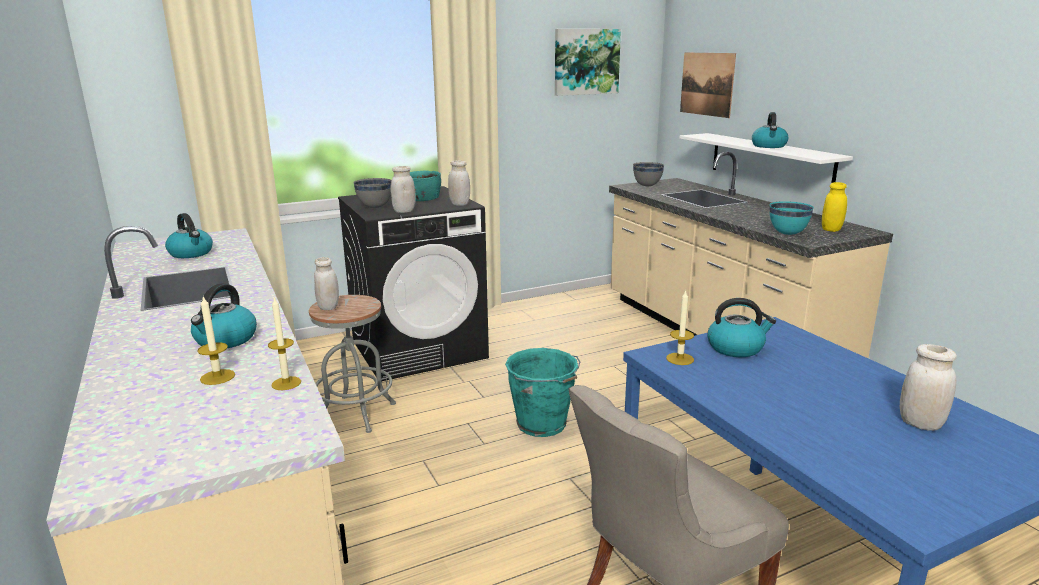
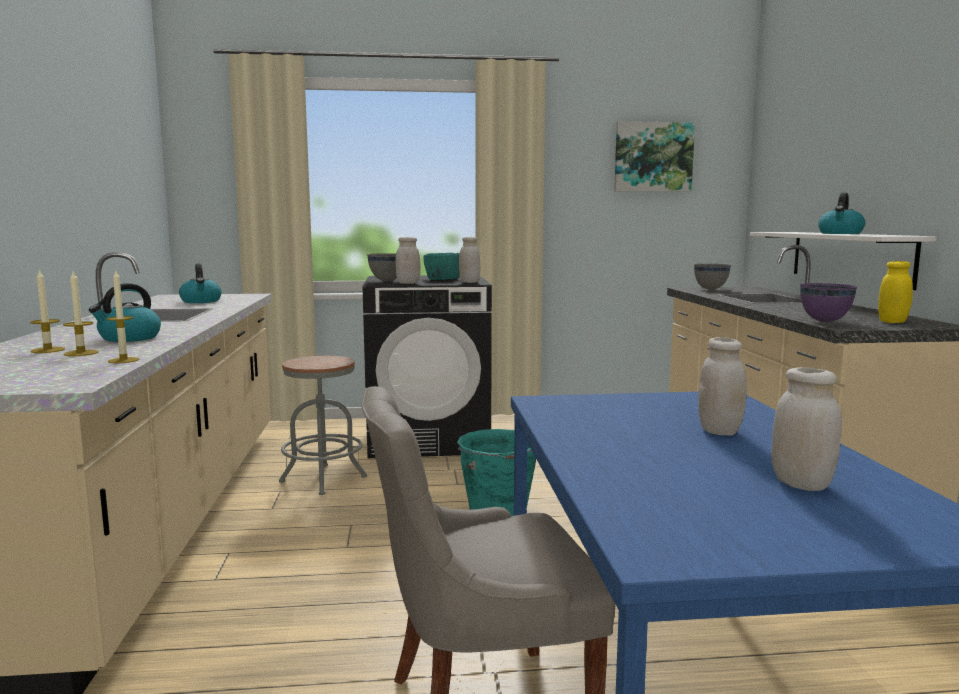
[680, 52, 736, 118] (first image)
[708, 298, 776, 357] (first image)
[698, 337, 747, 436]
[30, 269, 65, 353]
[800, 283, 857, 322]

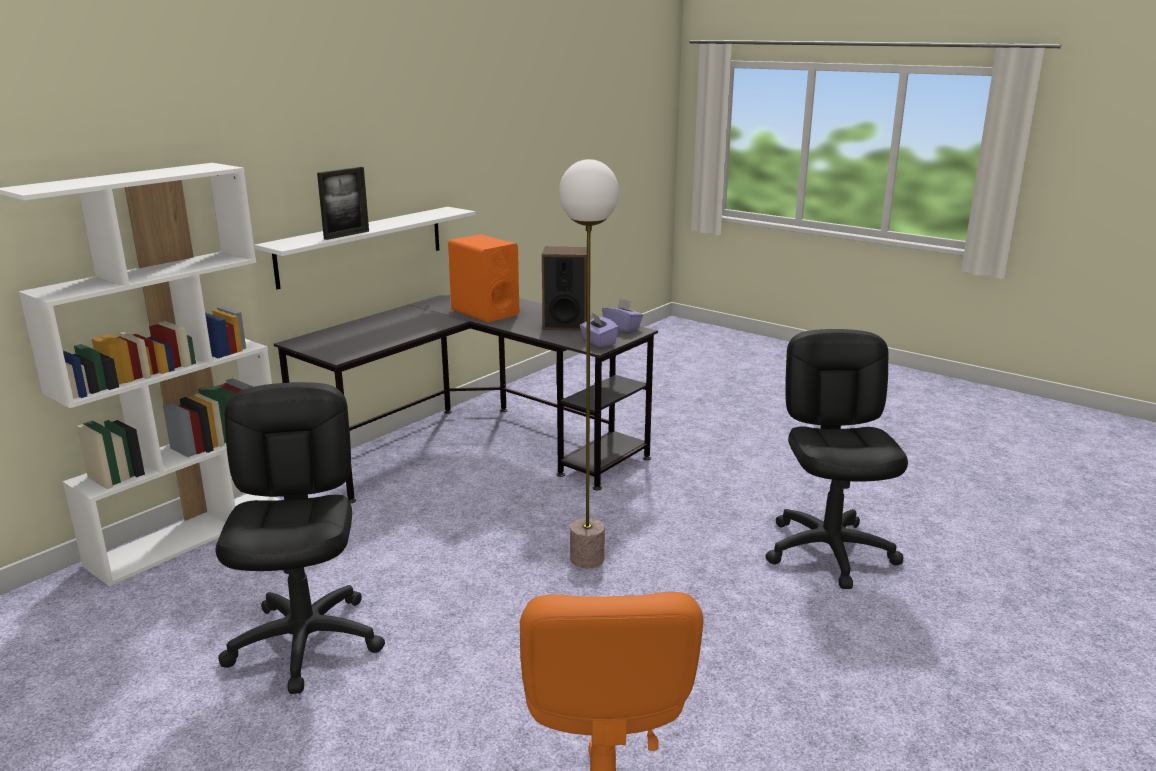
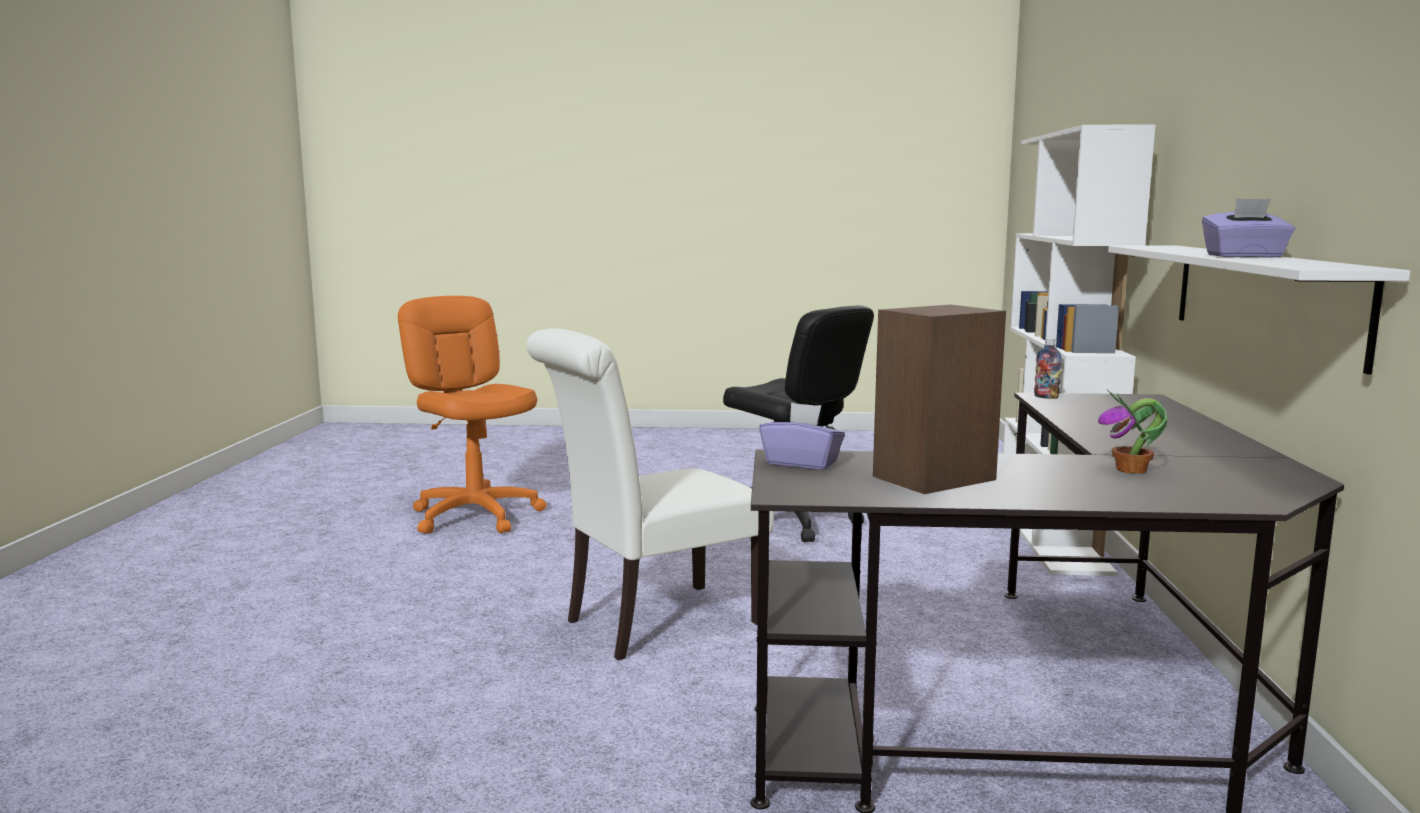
[317, 167, 369, 240] (first image)
[765, 329, 908, 589] (first image)
[1034, 338, 1062, 399]
[1202, 198, 1295, 258]
[1098, 389, 1167, 474]
[526, 328, 774, 660]

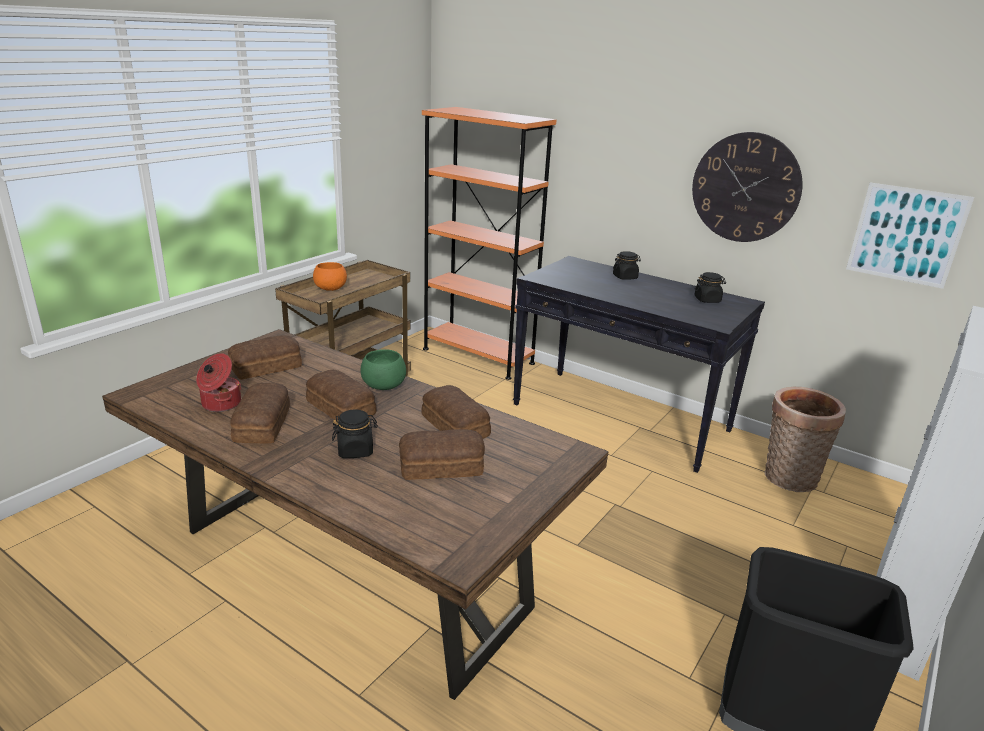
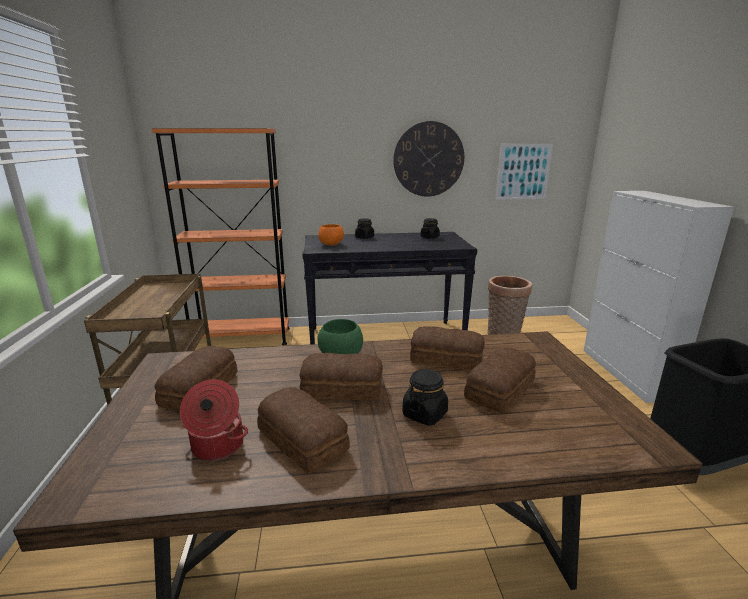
[318, 224, 344, 245]

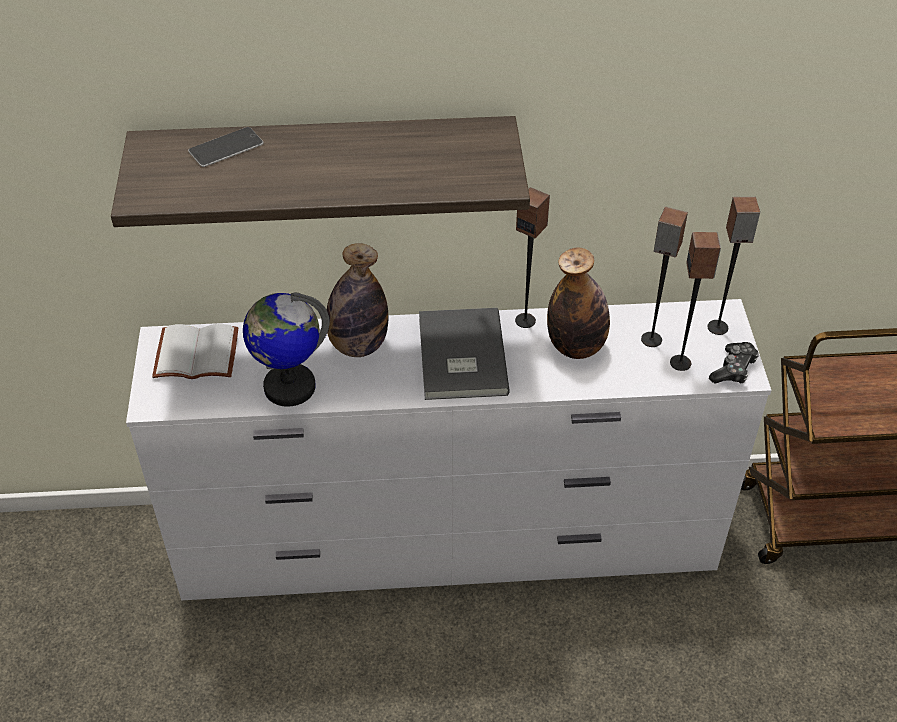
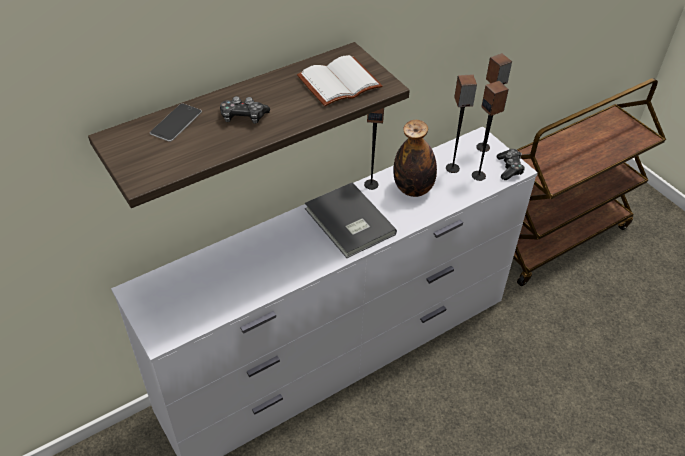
[243, 292, 330, 407] (first image)
[327, 243, 388, 357] (first image)
[220, 96, 270, 124]
[297, 55, 382, 106]

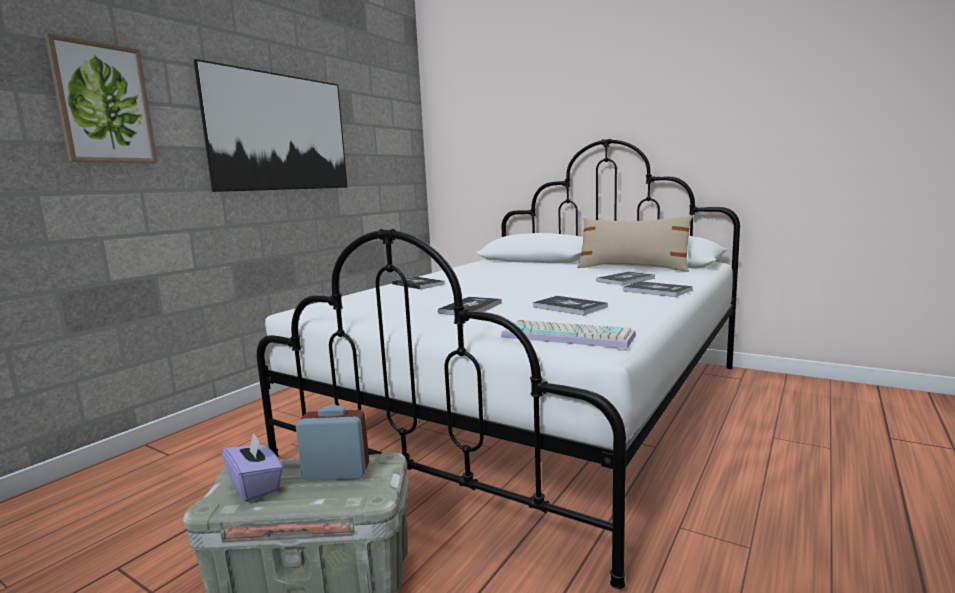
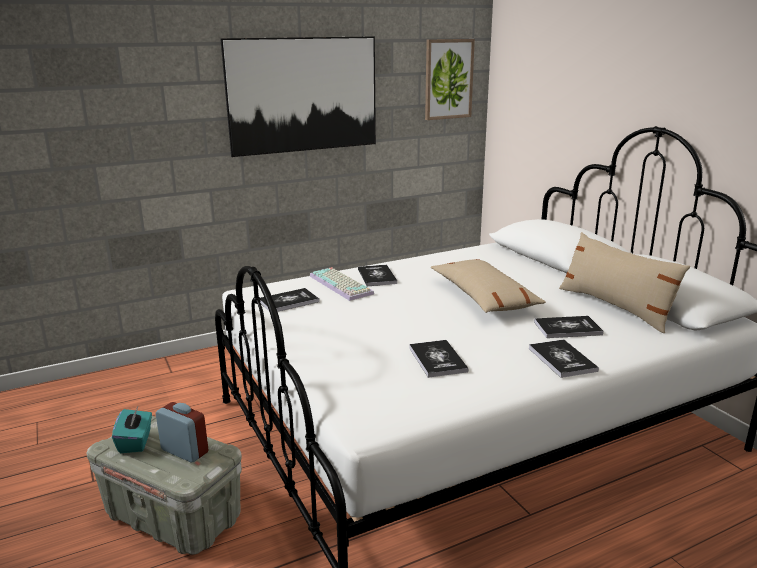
[431, 259, 546, 313]
[425, 39, 475, 120]
[260, 288, 319, 312]
[310, 267, 374, 301]
[112, 405, 152, 453]

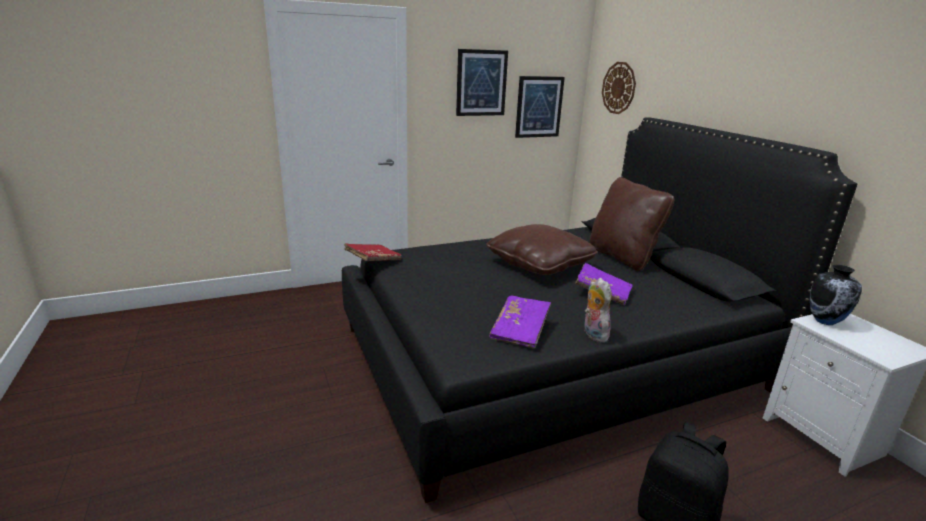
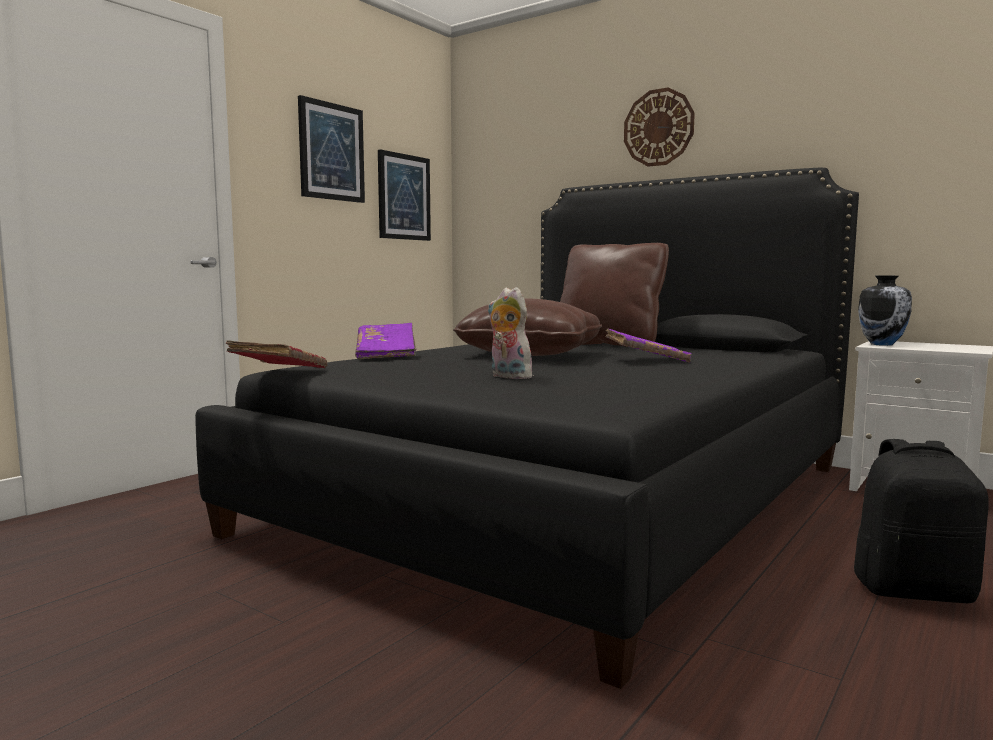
[355, 323, 417, 360]
[488, 287, 534, 379]
[624, 87, 695, 167]

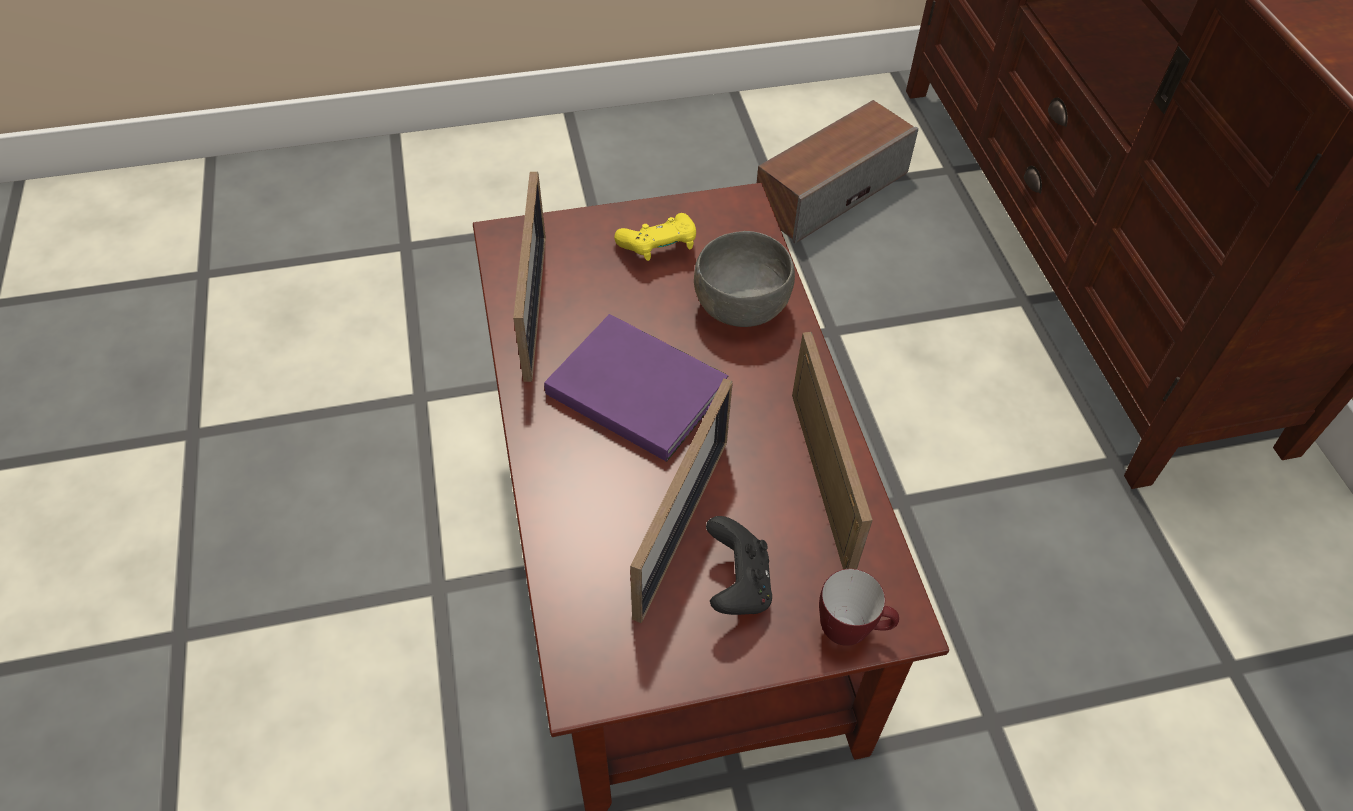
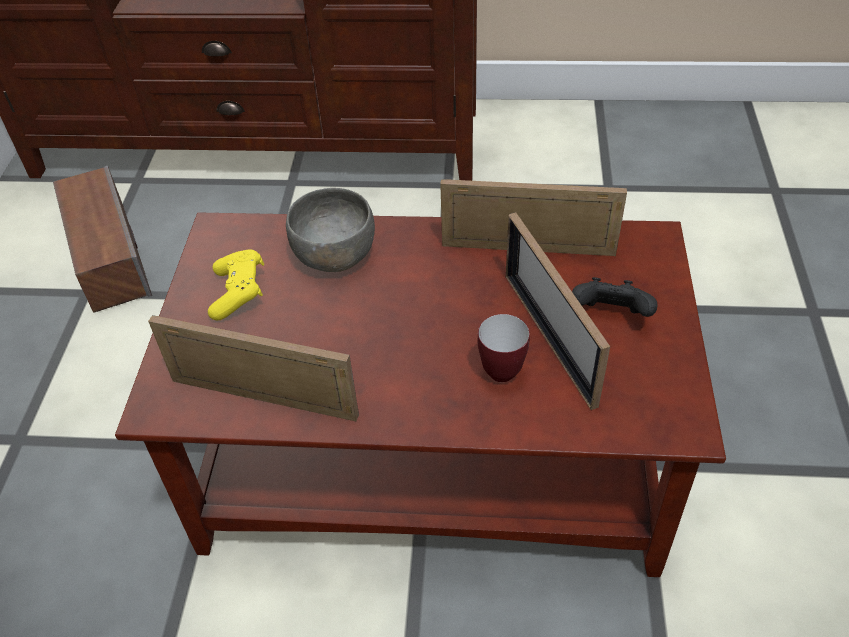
[544, 314, 728, 462] (first image)
[478, 314, 530, 382]
[506, 212, 610, 410]

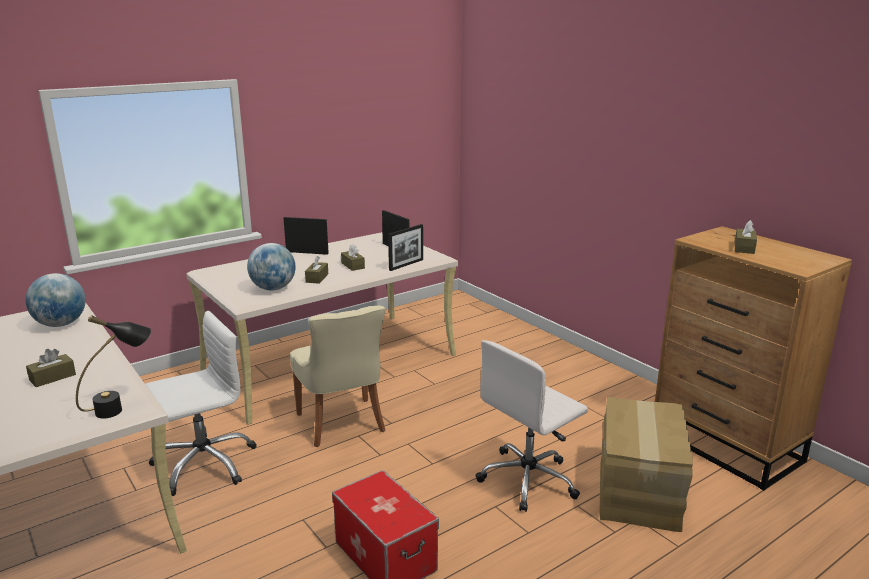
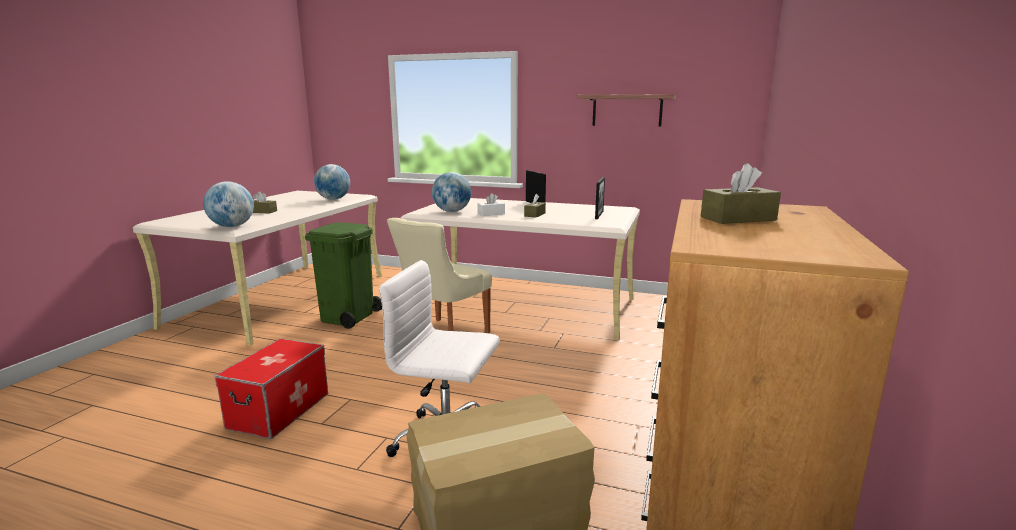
[388, 224, 423, 271] (first image)
[578, 94, 676, 127]
[203, 181, 254, 227]
[305, 222, 382, 329]
[477, 193, 505, 216]

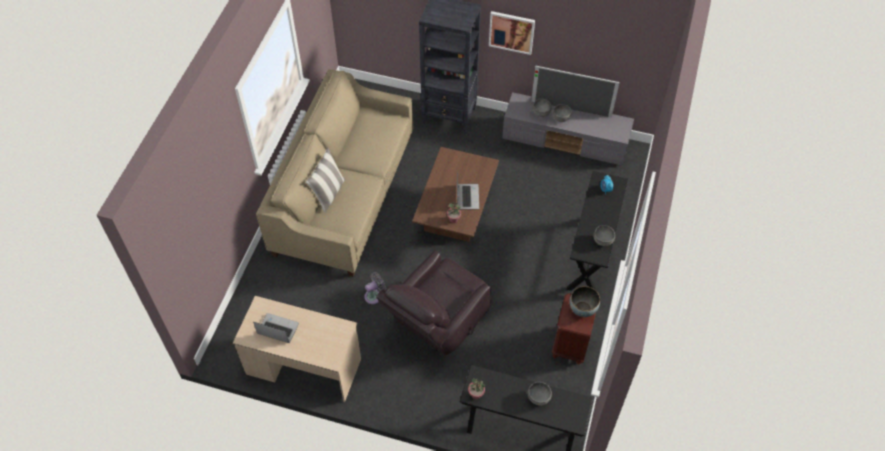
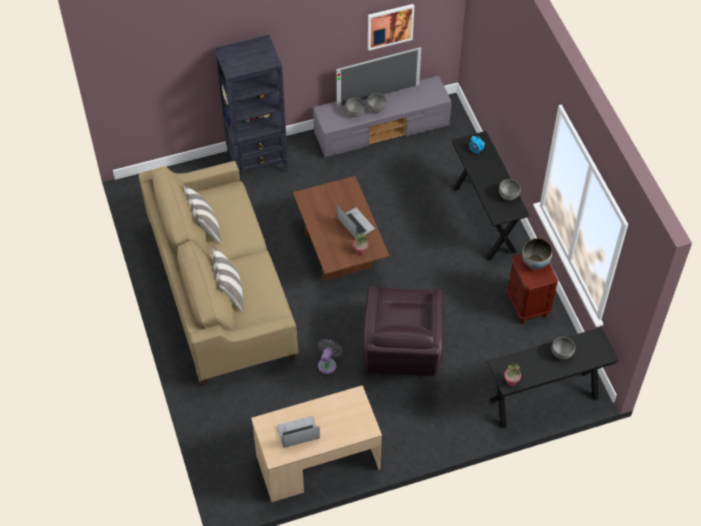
[183, 184, 221, 243]
[368, 4, 414, 51]

